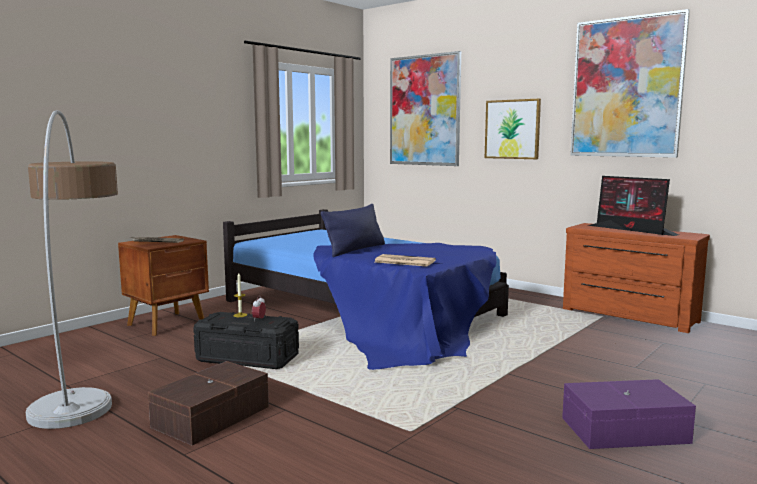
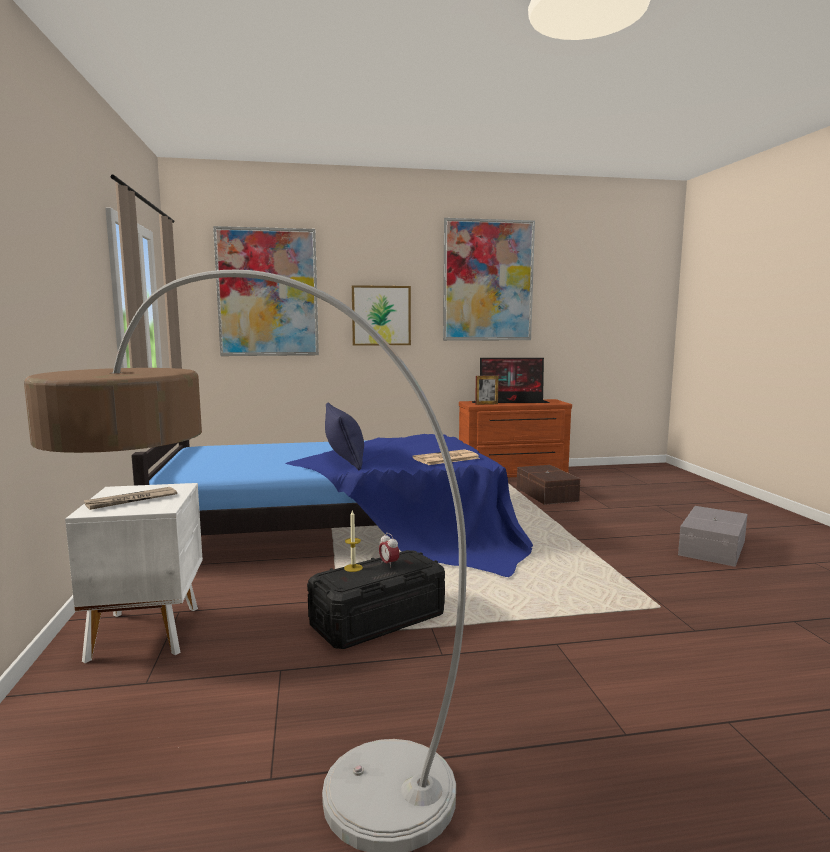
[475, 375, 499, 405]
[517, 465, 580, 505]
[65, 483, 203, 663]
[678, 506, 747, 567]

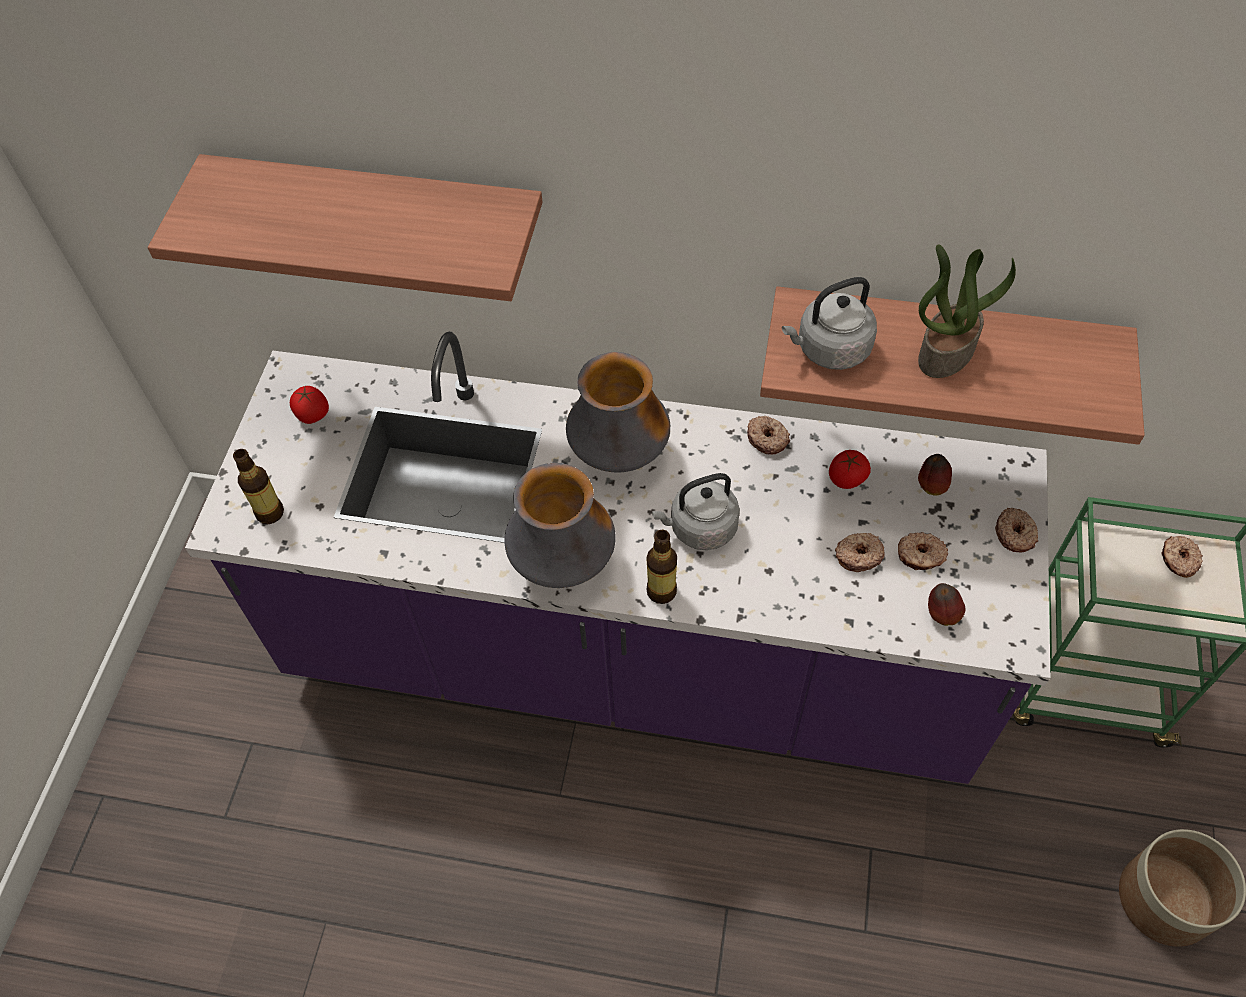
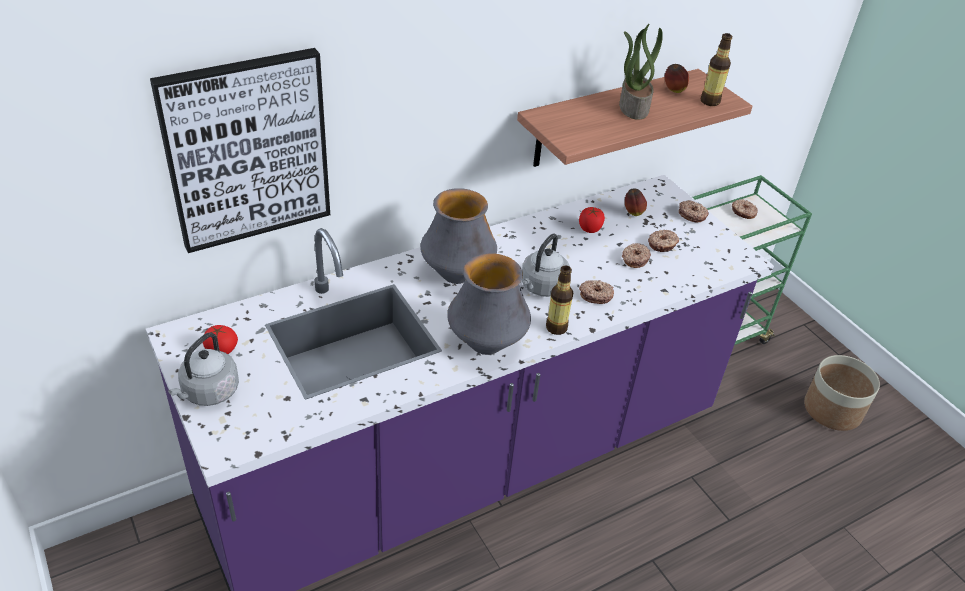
[701, 33, 732, 106]
[579, 280, 614, 304]
[168, 332, 239, 406]
[665, 64, 689, 93]
[150, 48, 330, 253]

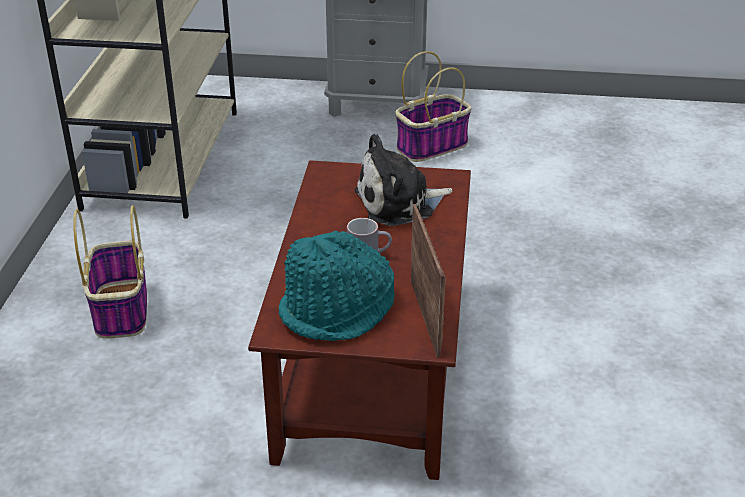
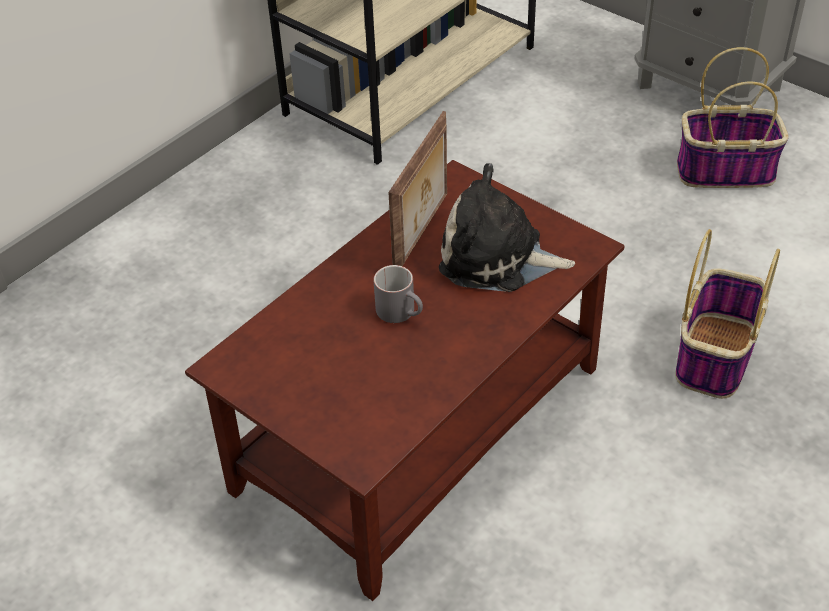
[279, 231, 395, 341] (first image)
[675, 229, 780, 399]
[388, 111, 447, 266]

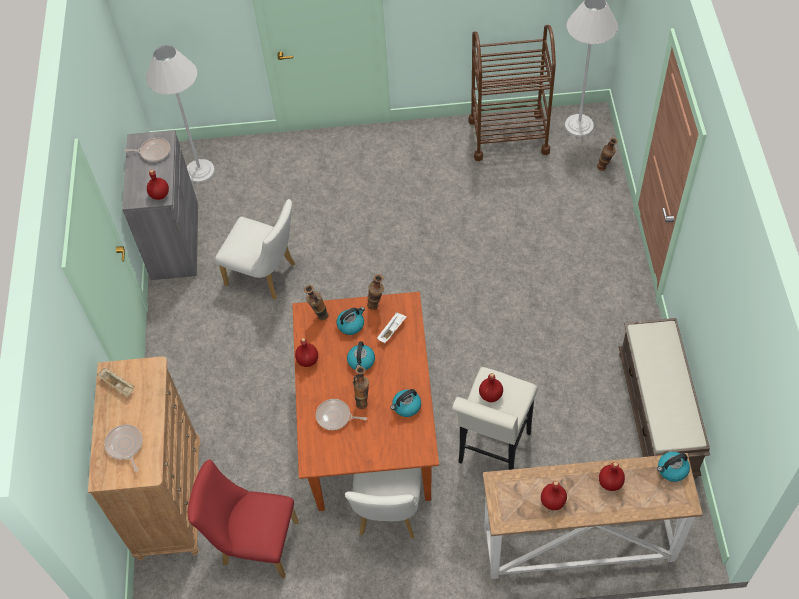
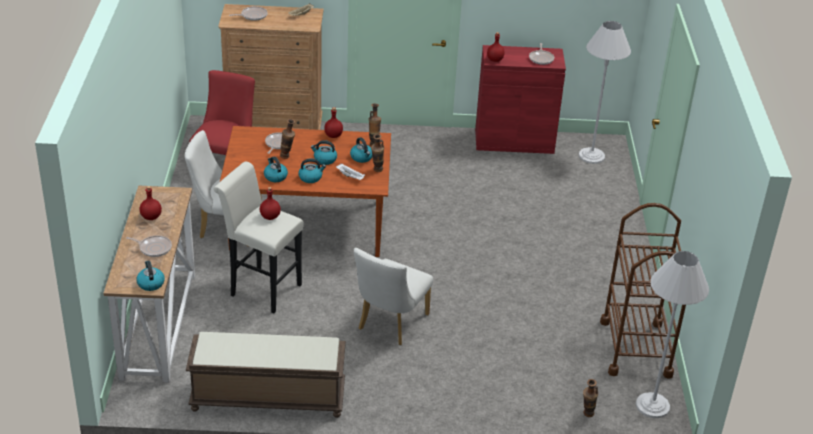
[298, 158, 326, 183]
[353, 248, 433, 345]
[126, 235, 172, 257]
[475, 45, 566, 154]

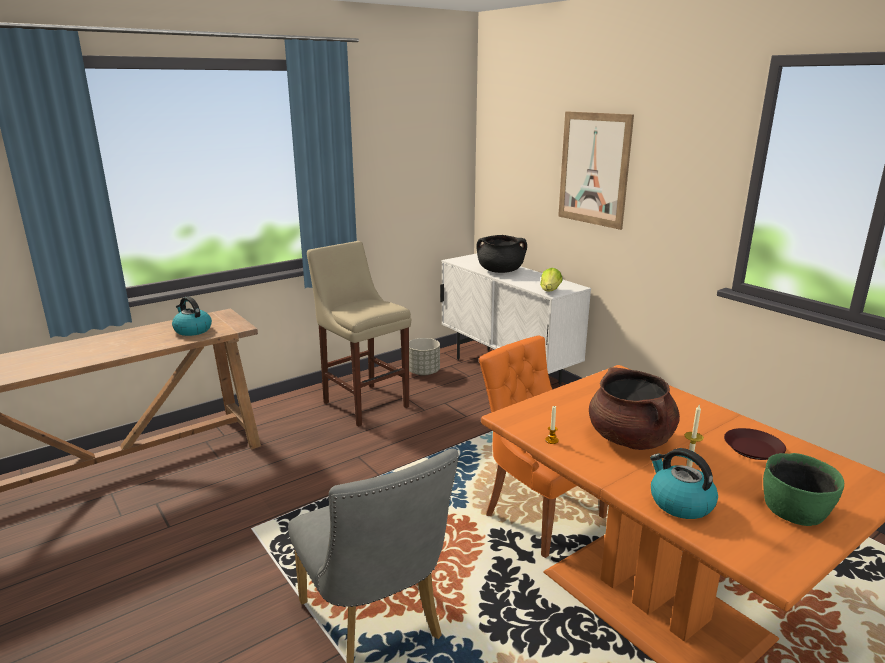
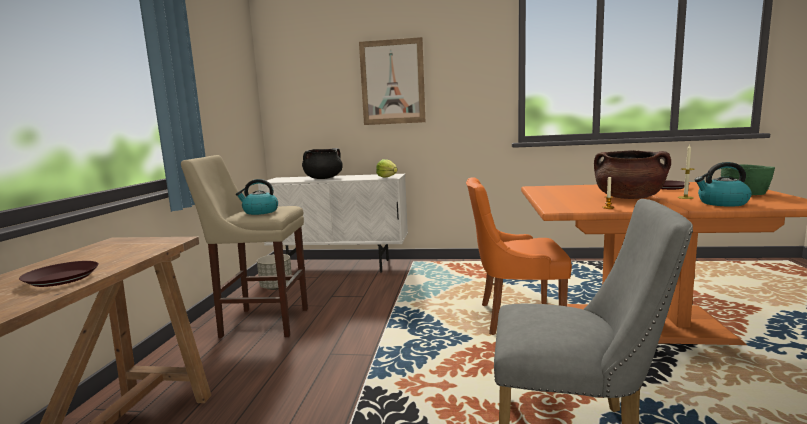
[19, 261, 99, 287]
[236, 179, 278, 215]

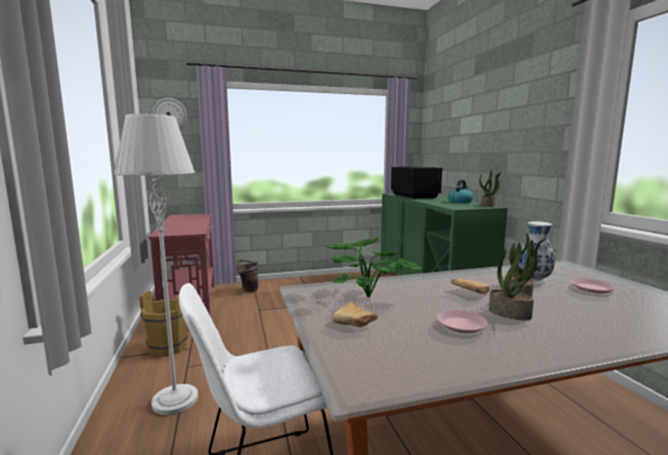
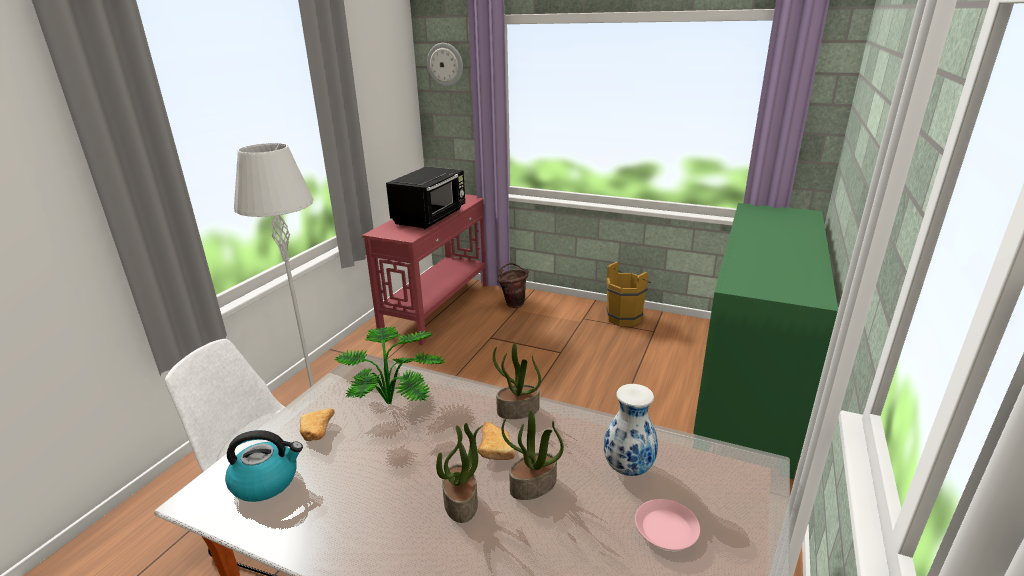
[437, 310, 487, 334] (first image)
[606, 262, 651, 326]
[386, 166, 465, 229]
[225, 430, 303, 502]
[493, 343, 541, 419]

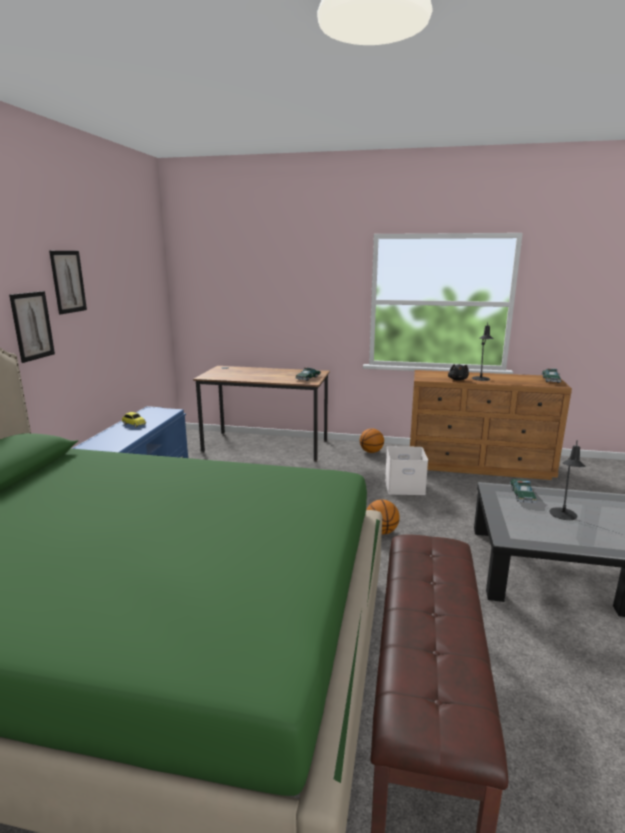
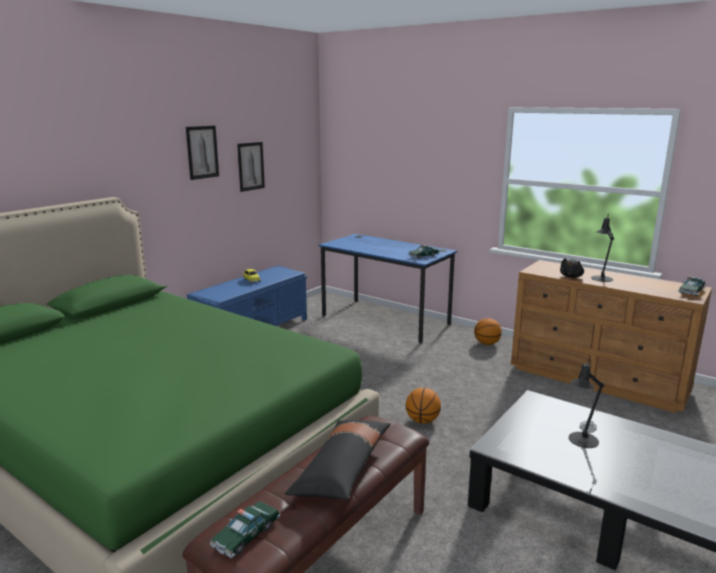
[385, 446, 428, 495] (first image)
[285, 420, 391, 500]
[237, 142, 265, 192]
[210, 501, 280, 558]
[318, 234, 457, 343]

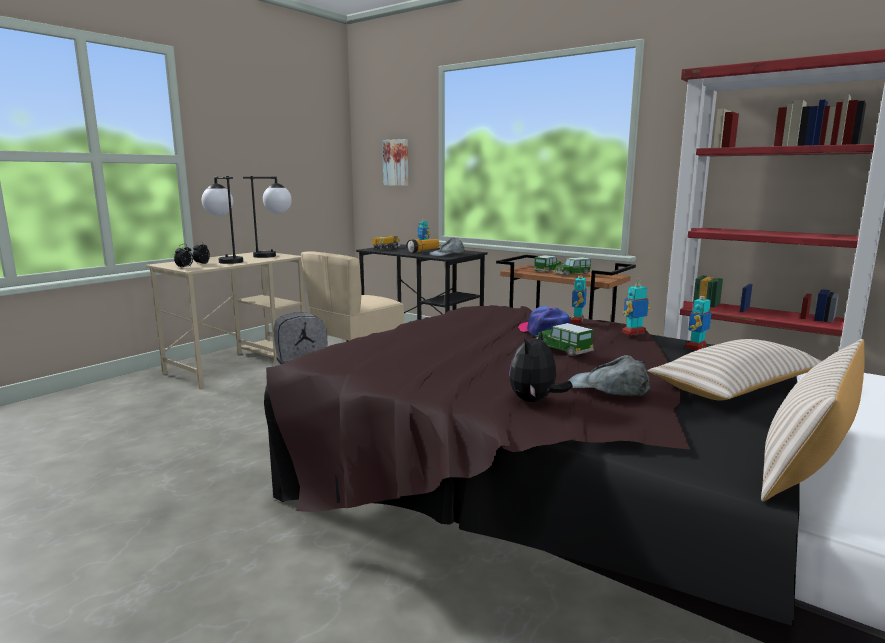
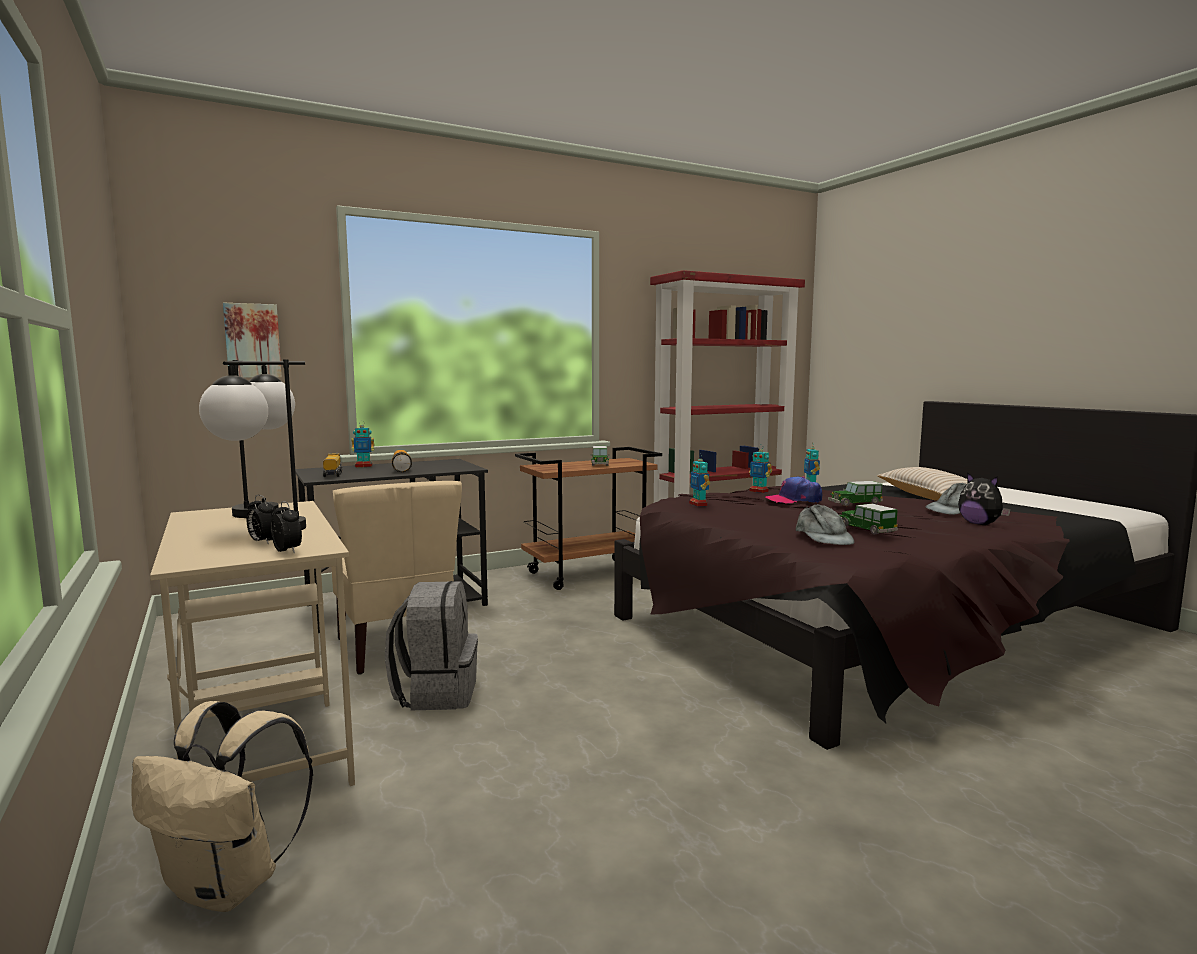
[761, 339, 865, 502] (first image)
[131, 701, 313, 912]
[796, 504, 854, 545]
[840, 504, 898, 534]
[689, 454, 710, 507]

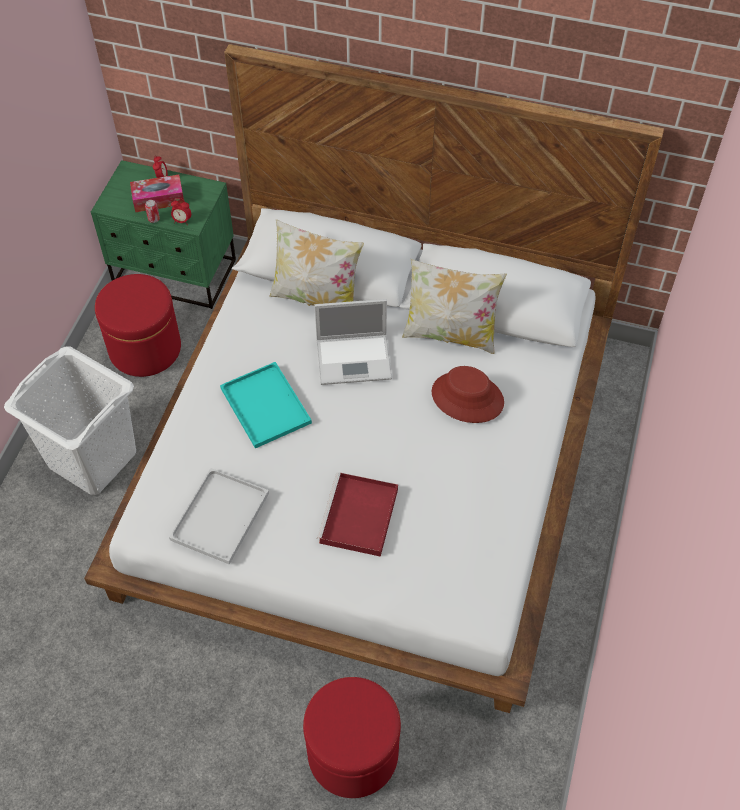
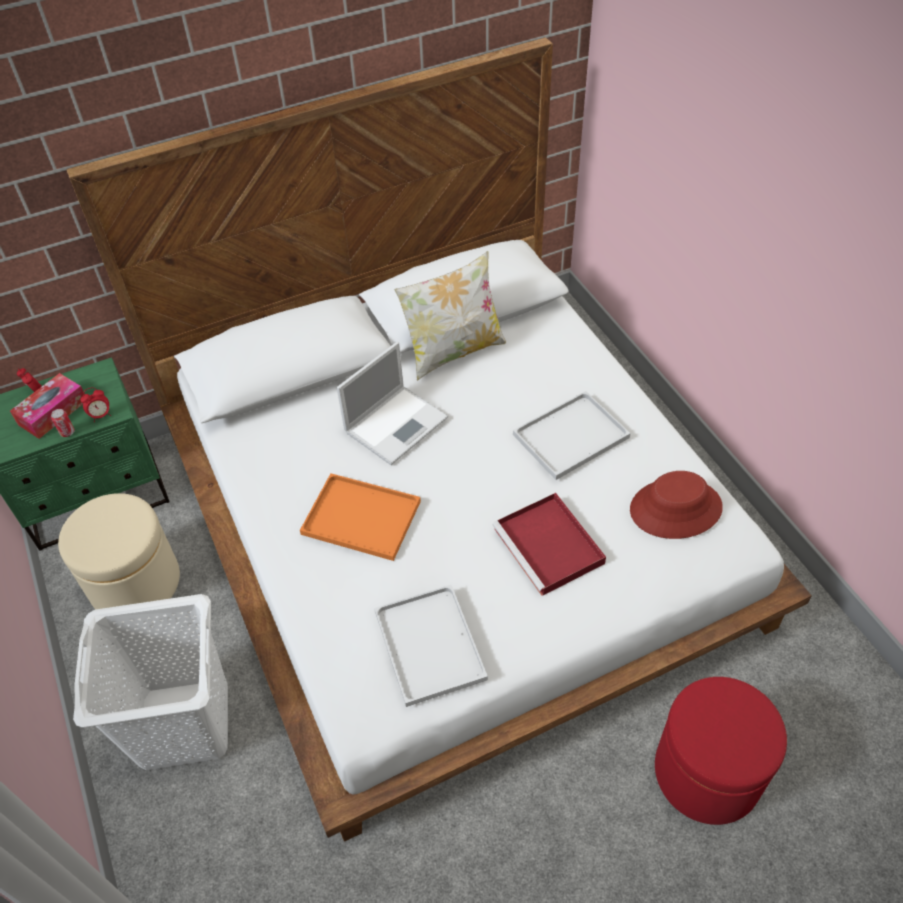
[269, 219, 364, 306] (first image)
[513, 391, 631, 480]
[630, 471, 723, 539]
[58, 493, 180, 610]
[300, 473, 421, 561]

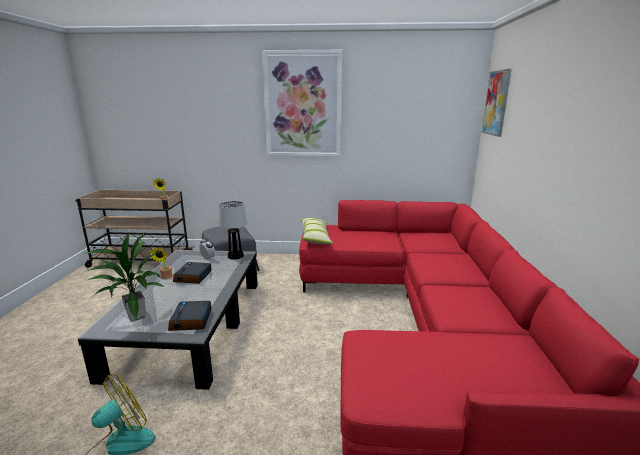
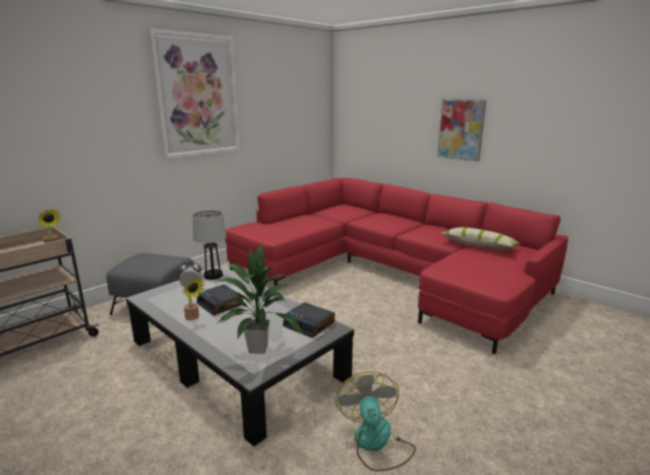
[441, 227, 520, 250]
[437, 99, 486, 161]

